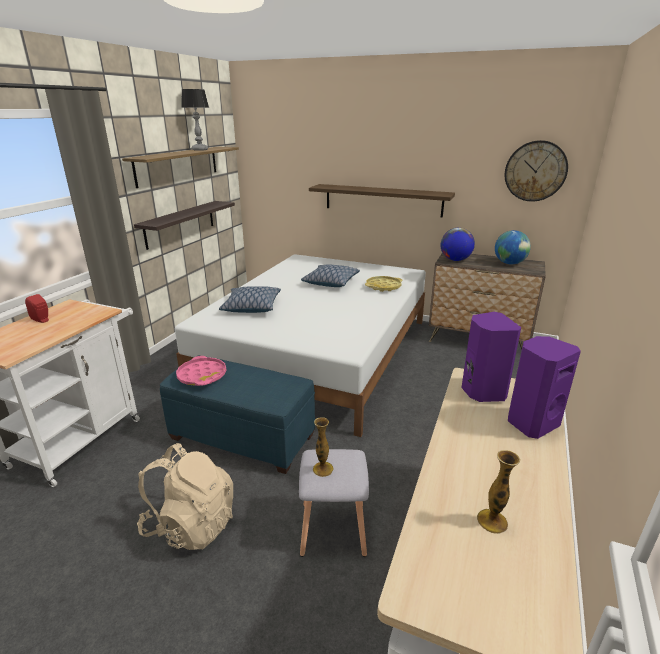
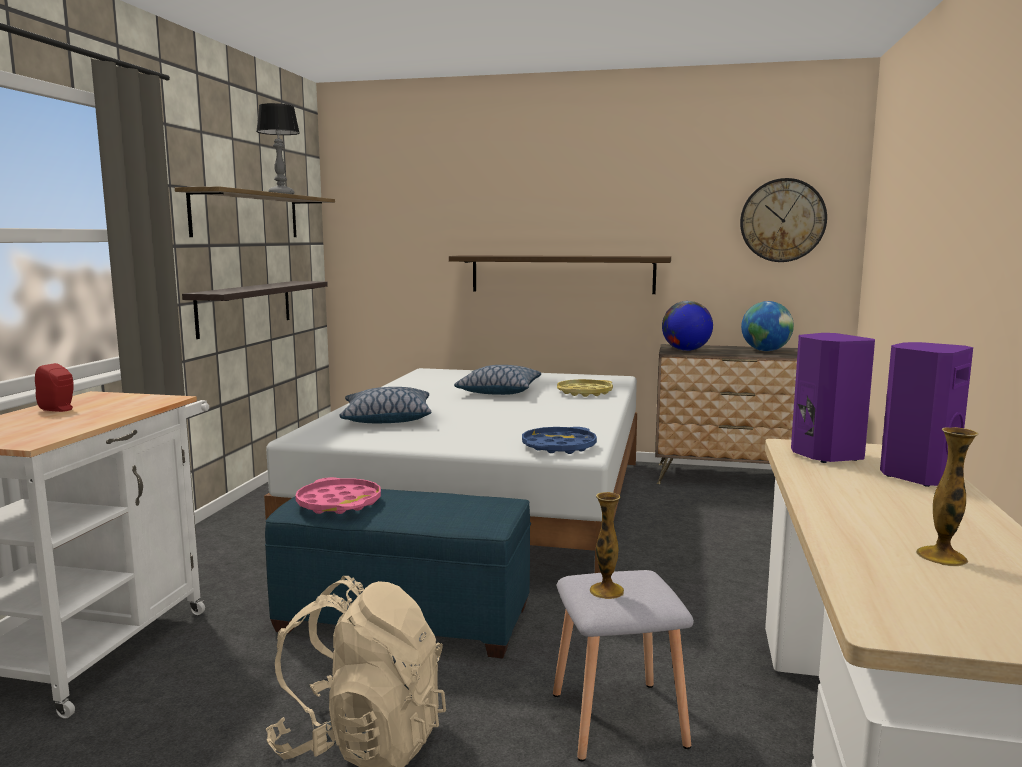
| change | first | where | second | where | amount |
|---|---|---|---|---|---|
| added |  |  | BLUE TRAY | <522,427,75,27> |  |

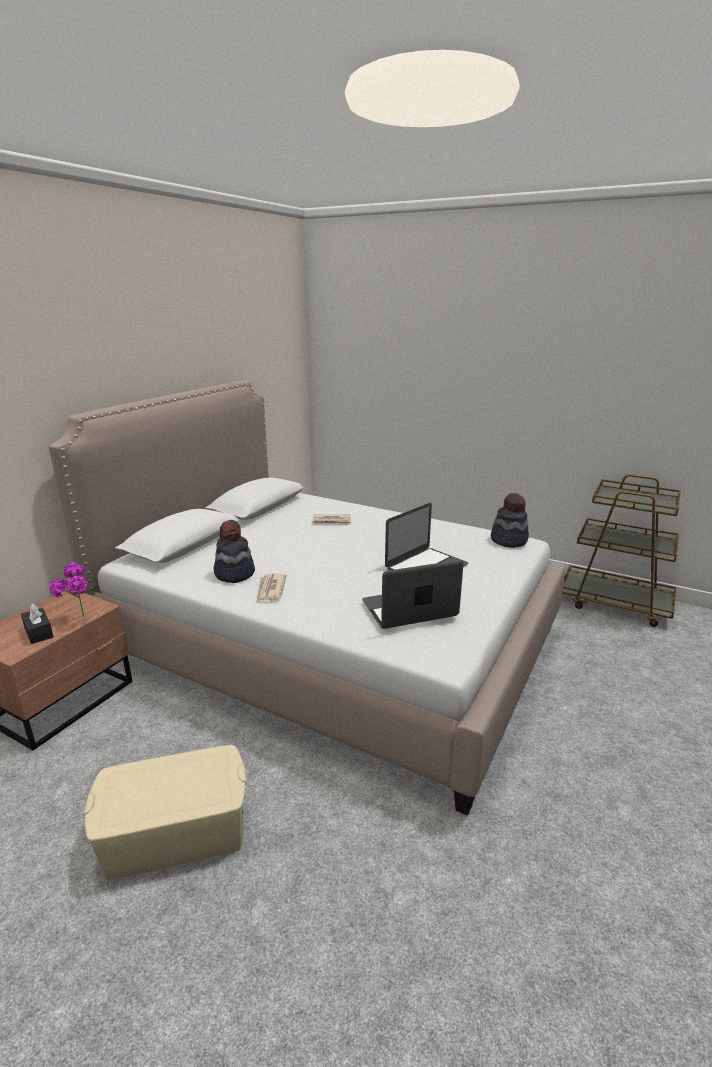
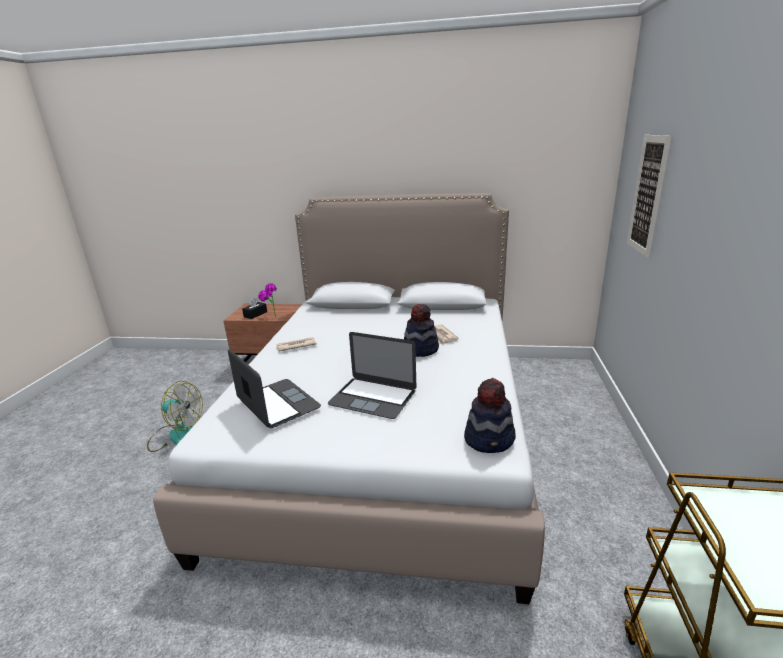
| change | first | where | second | where | amount |
|---|---|---|---|---|---|
| replaced | BEIGE STORAGE BOX | <84,745,163,135> | FAN | <147,381,56,71> |  |
| moved | HAT | <213,520,42,63> |  | <404,304,35,53> |  |
| added |  |  | PICTURE | <627,135,44,122> |  |

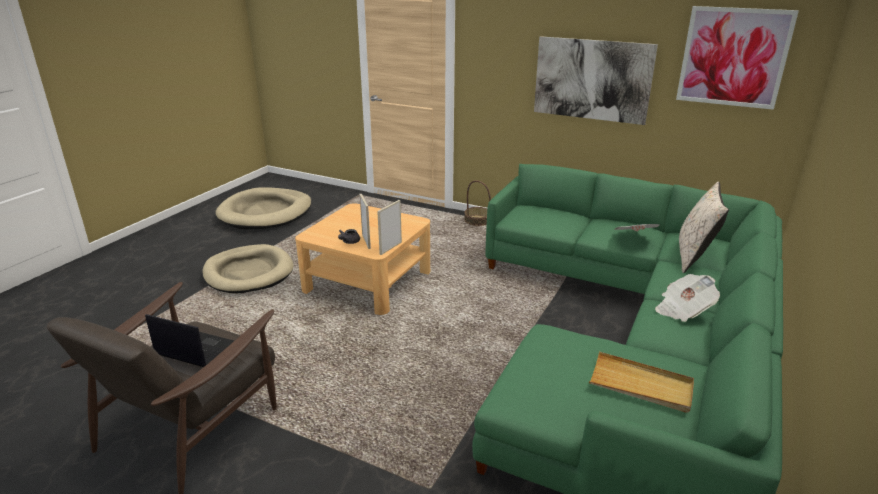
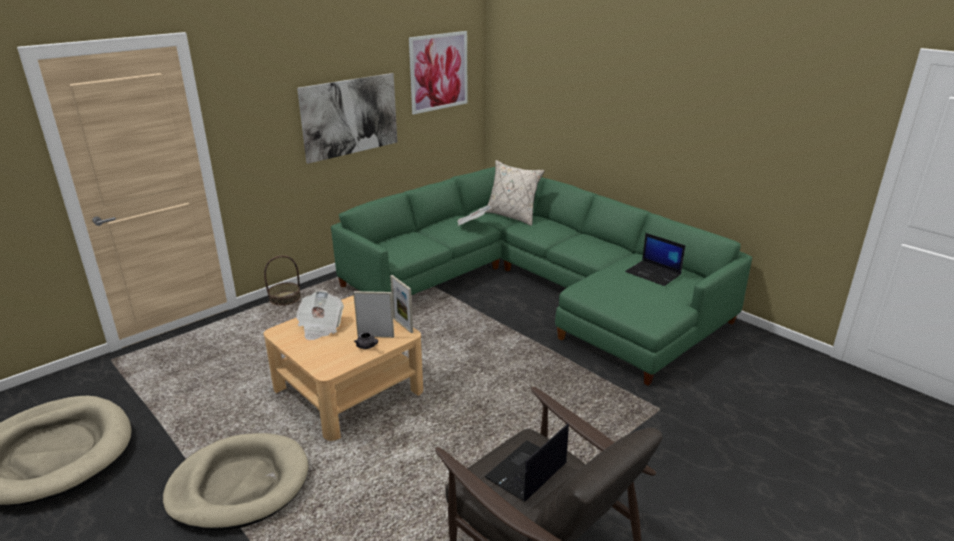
| change | first | where | second | where | amount |
|---|---|---|---|---|---|
| replaced | BEIGE TRAY | <589,352,105,61> | LAPTOP | <625,233,60,53> |  |
| moved | NEWSPAPER | <655,274,65,48> |  | <296,290,48,50> |  |

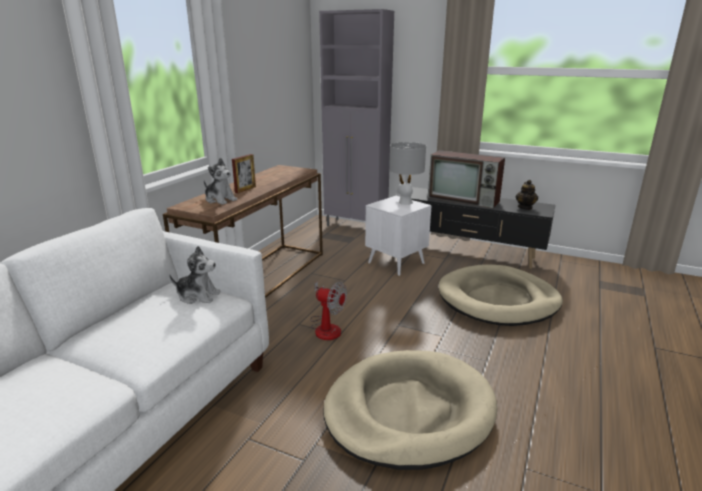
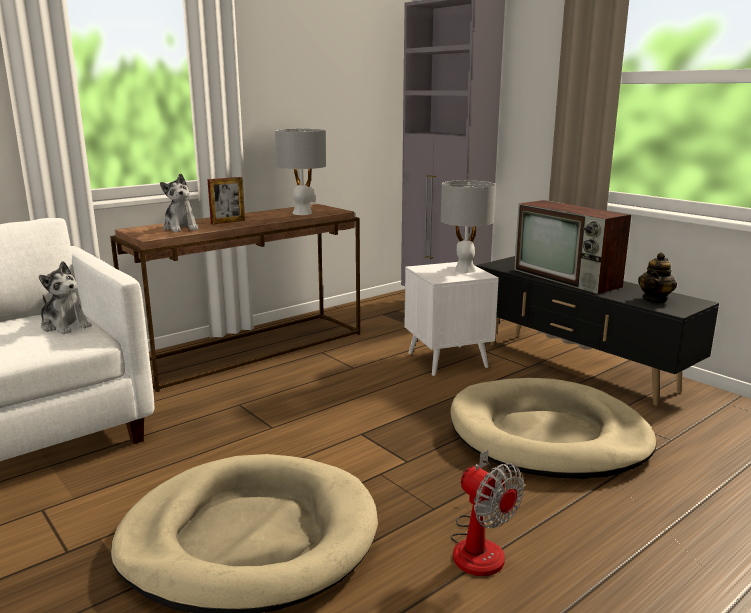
| change | first | where | second | where | amount |
|---|---|---|---|---|---|
| moved | FAN | <310,281,37,59> |  | <451,450,73,126> |  |
| added |  |  | GREY TABLE LAMP | <275,129,51,86> |  |

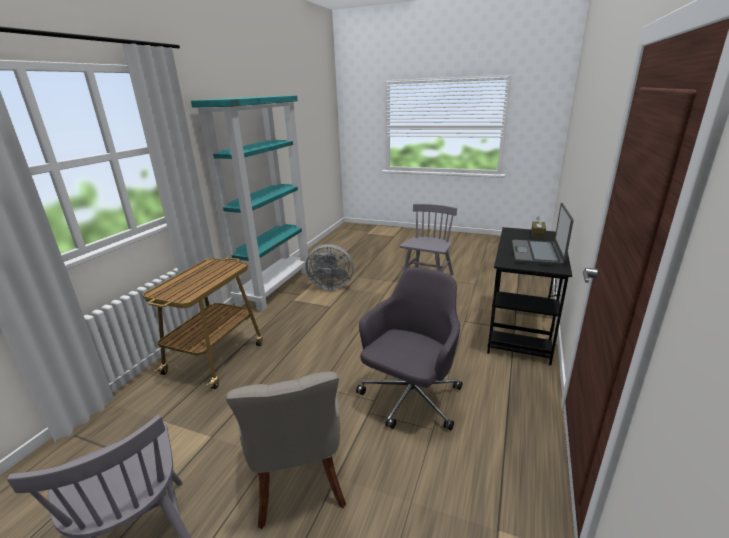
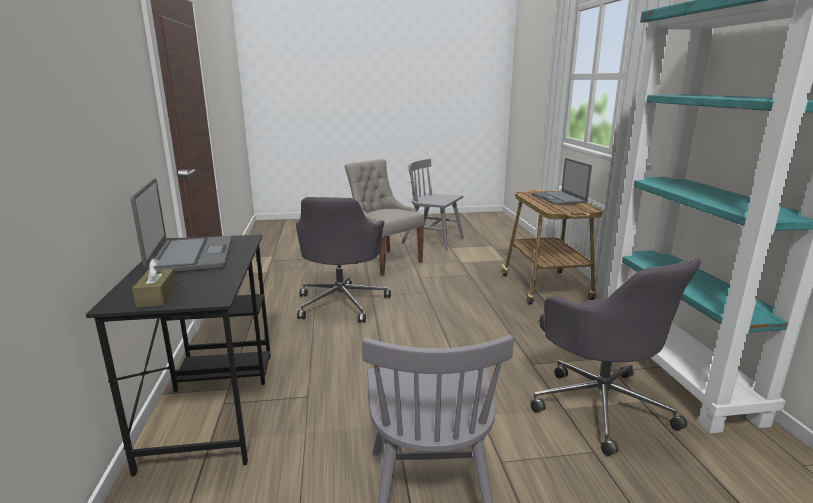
| change | first | where | second | where | amount |
|---|---|---|---|---|---|
| replaced | GREY FAN | <305,244,49,46> | GREY OFFICE CHAIR | <531,258,170,198> |  |
| added |  |  | LAPTOP | <532,158,60,47> |  |

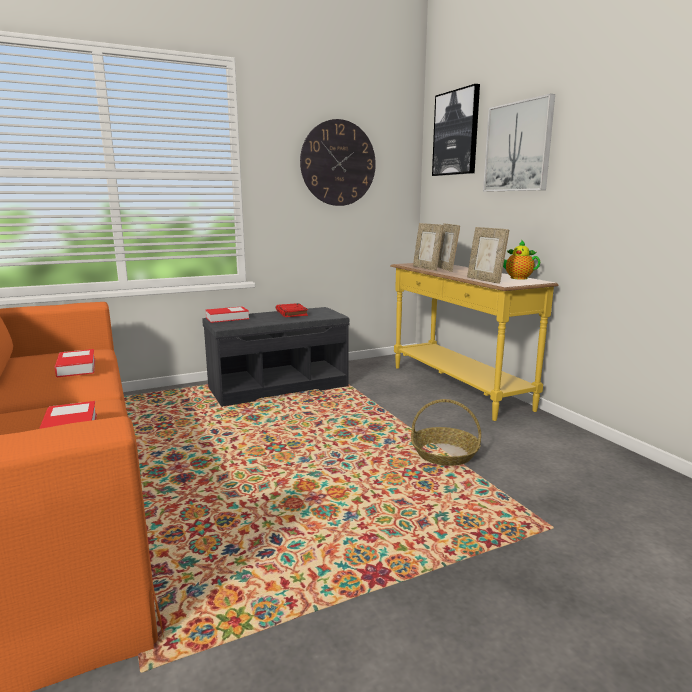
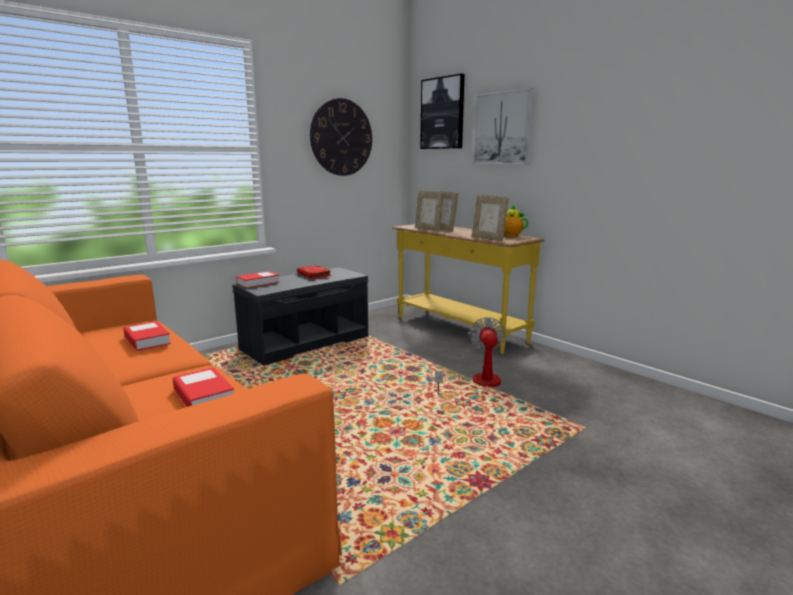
| change | first | where | second | where | amount |
|---|---|---|---|---|---|
| replaced | BASKET | <411,399,70,67> | FAN | <435,317,70,78> |  |

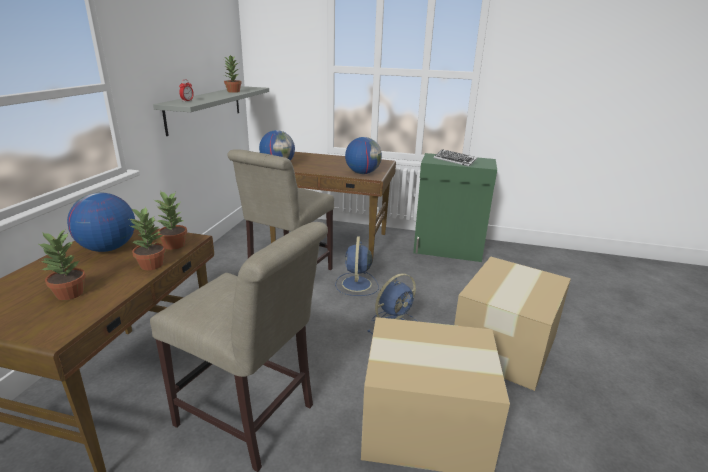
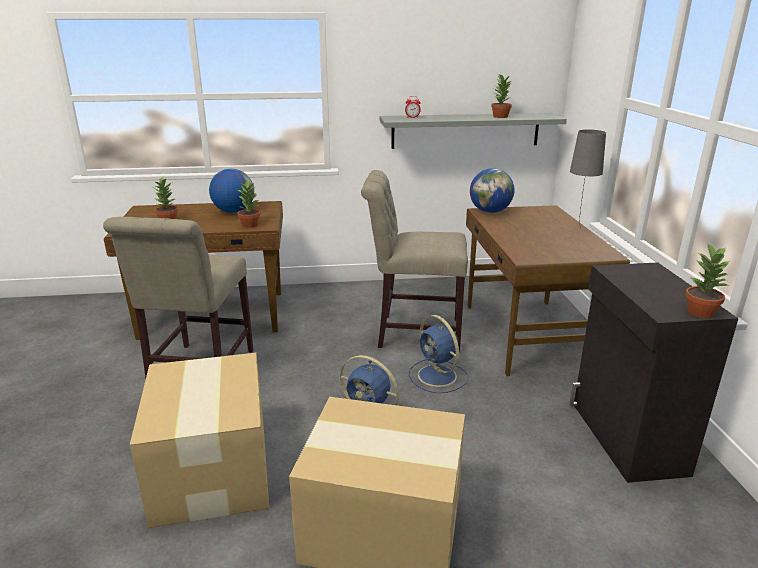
| change | first | where | second | where | amount |
|---|---|---|---|---|---|
| moved | POTTED PLANT | <129,206,37,64> |  | <685,244,46,74> |  |
| turned | BLUE FAN | <335,236,44,60> |  | <409,315,60,78> | 105 degrees counterclockwise |
| removed | GLOBE | <345,137,37,37> |  |  |  |
| recoloured | GREEN CABINET | <413,153,84,109> | BLACK CABINET | <569,263,169,220> |  |
| removed | KEYBOARD | <434,149,43,17> |  |  |  |
| added |  |  | GREY TABLE LAMP | <570,130,36,98> |  |

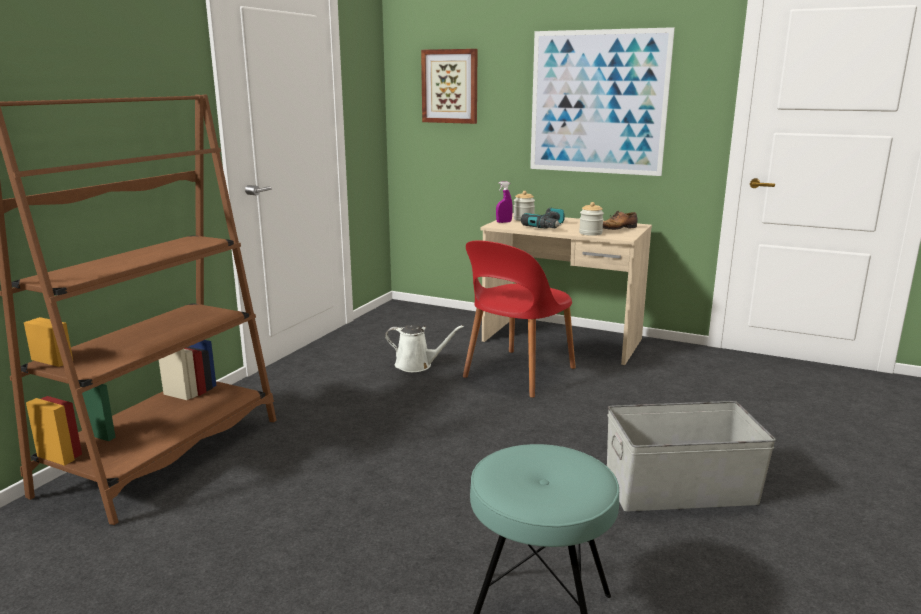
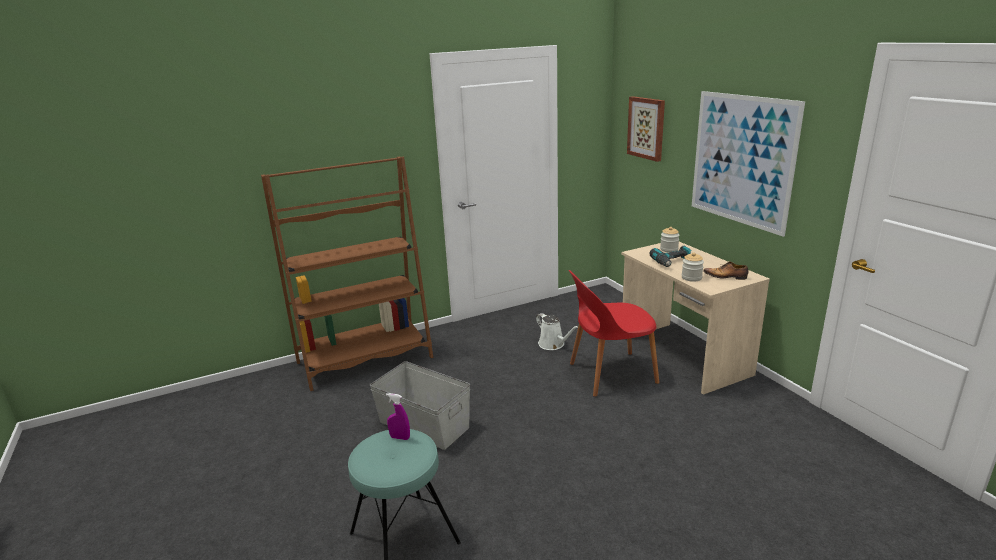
| change | first | where | second | where | amount |
|---|---|---|---|---|---|
| moved | PURPLE SPRAY BOTTLE | <496,181,17,42> |  | <386,393,24,47> |  |
| moved | GREY STORAGE BOX | <607,401,169,110> |  | <370,361,100,89> |  |

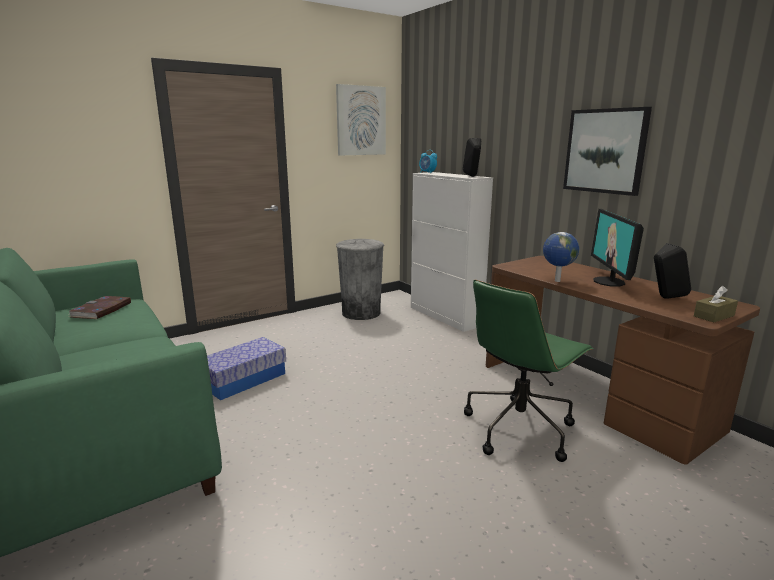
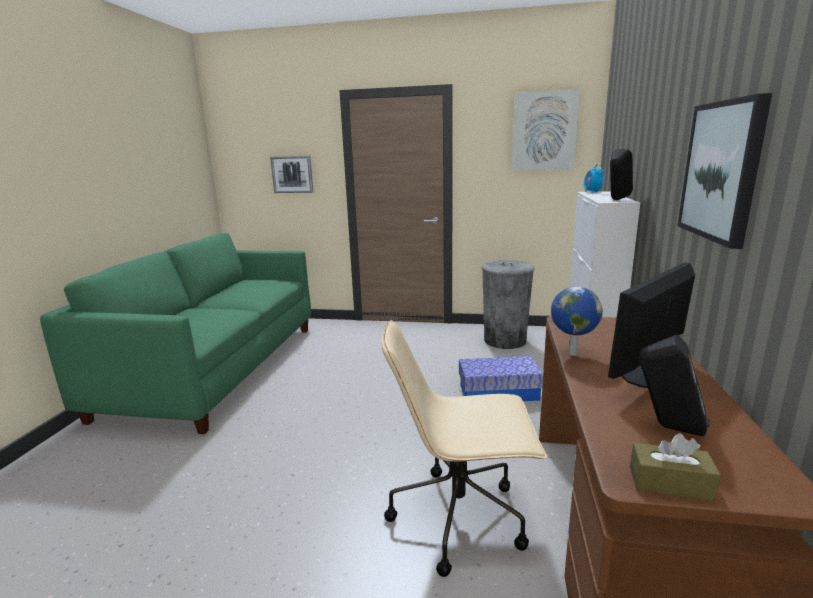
| change | first | where | second | where | amount |
|---|---|---|---|---|---|
| removed | BOOK | <69,296,62,23> |  |  |  |
| moved | STORAGE BOX | <207,337,79,63> |  | <459,356,84,45> |  |
| recoloured | GREEN OFFICE CHAIR | <464,280,130,182> | BEIGE OFFICE CHAIR | <381,320,166,257> |  |
| added |  |  | PICTURE | <270,156,43,37> |  |

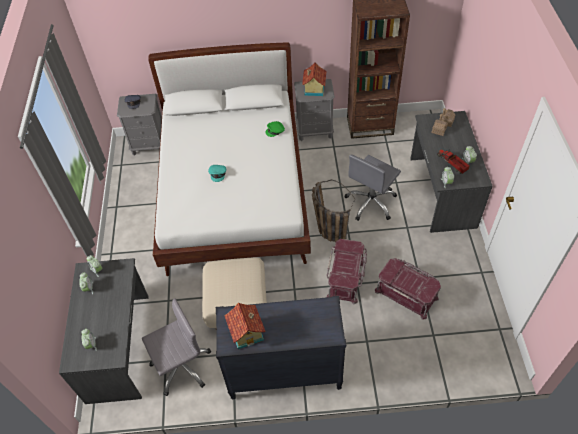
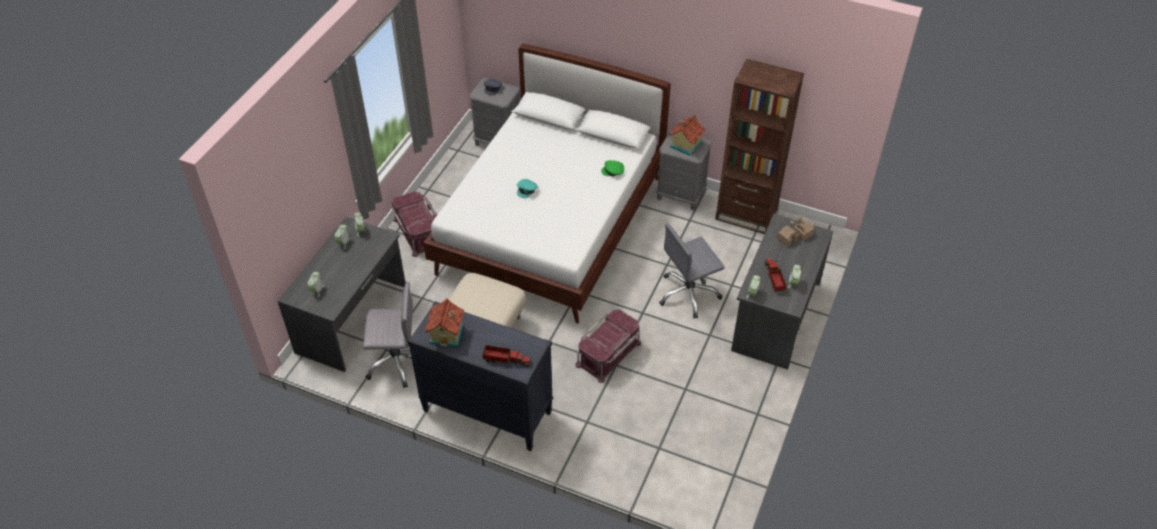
| change | first | where | second | where | amount |
|---|---|---|---|---|---|
| removed | BASKET | <312,179,43,63> |  |  |  |
| moved | RED STORAGE BOX | <375,258,66,62> |  | <392,191,45,66> |  |
| added |  |  | TOY TRUCK | <483,345,48,22> |  |

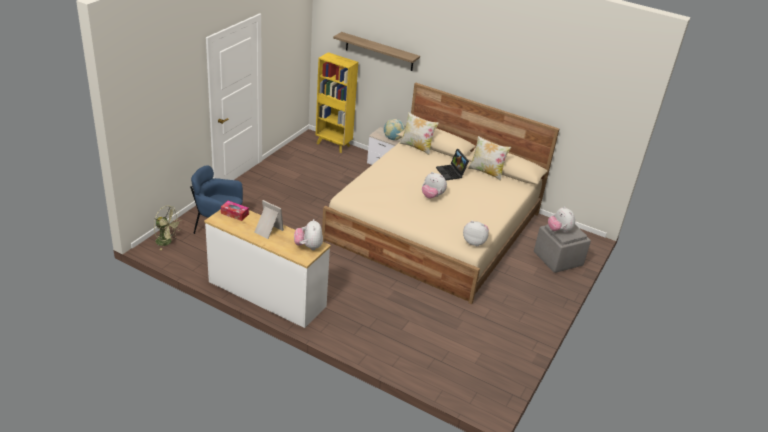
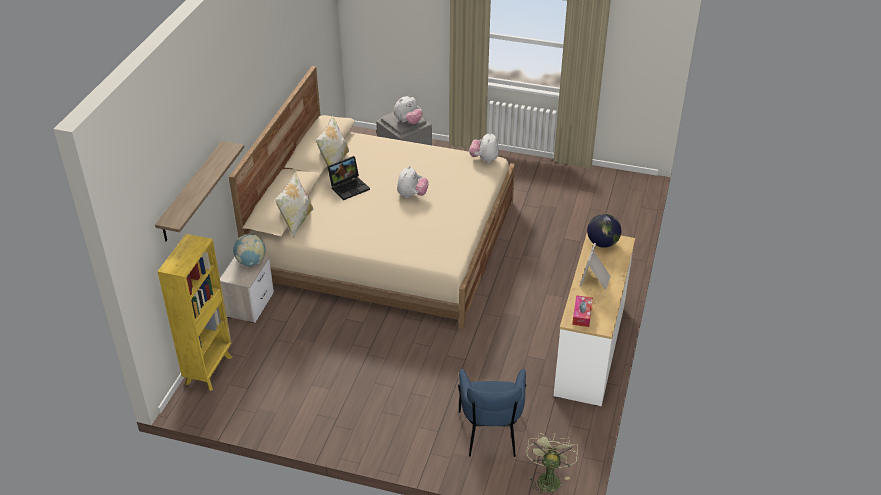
| change | first | where | second | where | amount |
|---|---|---|---|---|---|
| replaced | PLUSH TOY | <294,219,29,31> | GLOBE | <587,214,34,34> |  |

